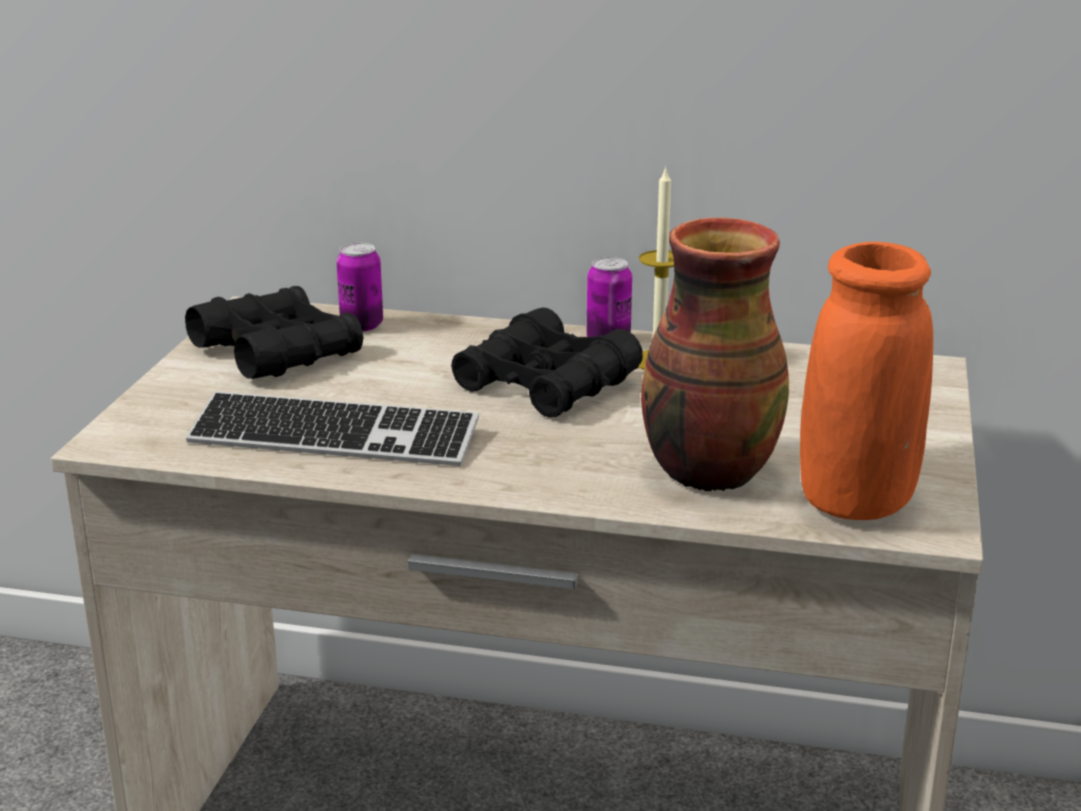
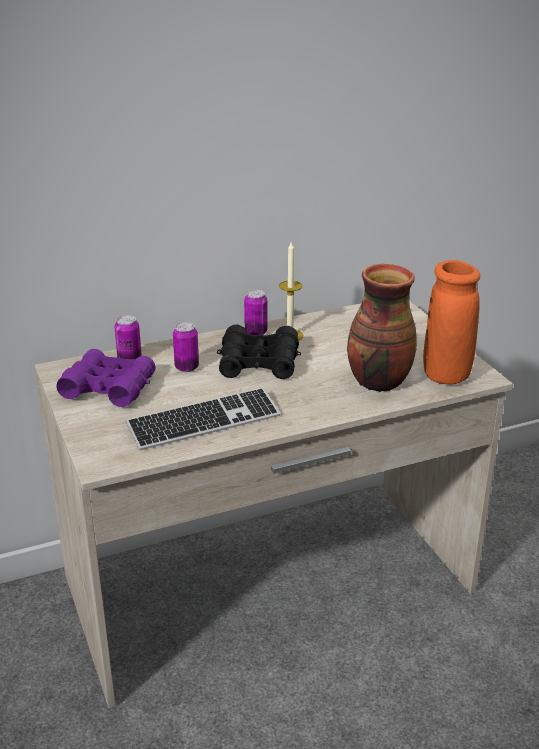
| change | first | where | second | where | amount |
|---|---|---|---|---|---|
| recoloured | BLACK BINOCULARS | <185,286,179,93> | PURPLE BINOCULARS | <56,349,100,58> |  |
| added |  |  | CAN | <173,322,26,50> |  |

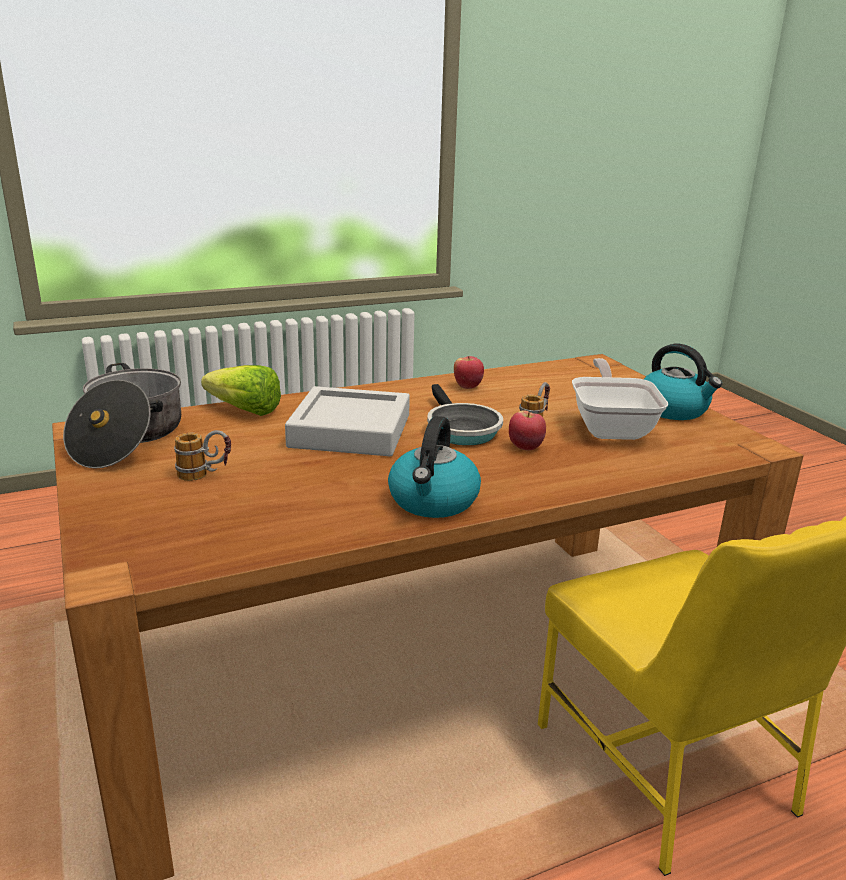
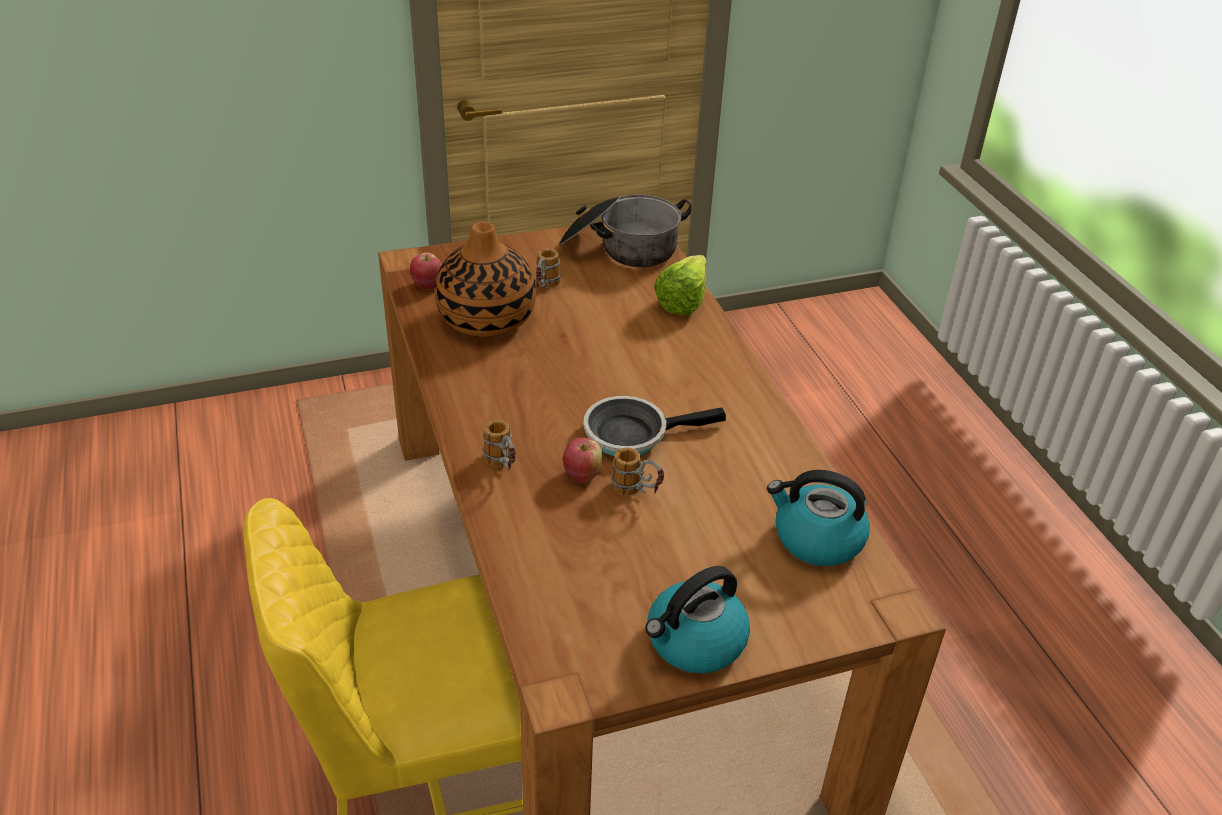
| change | first | where | second | where | amount |
|---|---|---|---|---|---|
| removed | GREY TRAY | <285,386,125,70> |  |  |  |
| moved | KETTLE | <388,416,93,102> |  | <767,470,103,96> |  |
| moved | APPLE | <454,356,30,33> |  | <410,253,32,37> |  |
| removed | FRYING PAN | <572,358,96,82> |  |  |  |
| added |  |  | VASE | <435,222,101,115> |  |
| added |  |  | MUG | <483,420,33,51> |  |

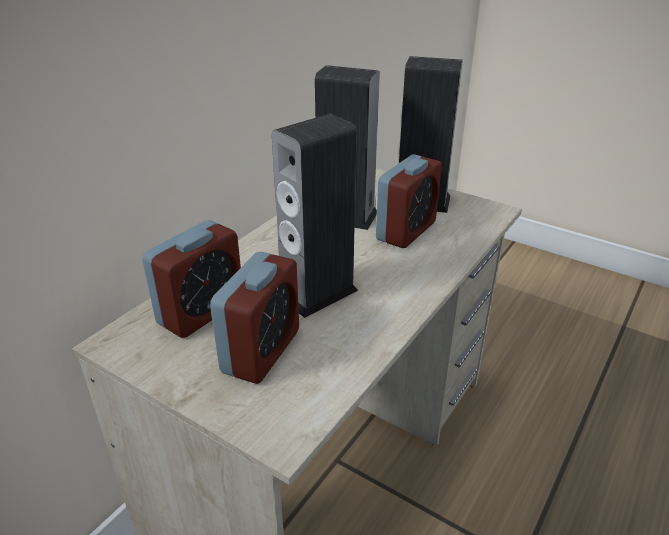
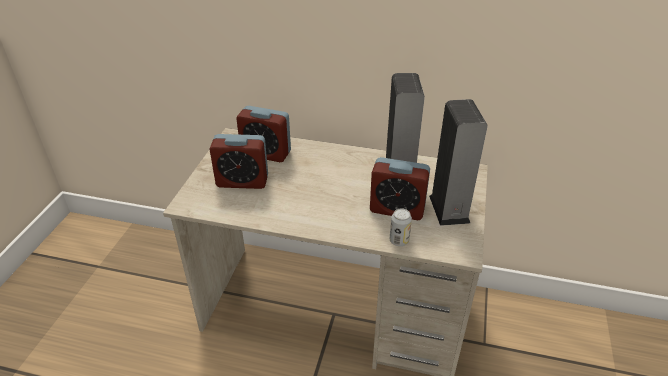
| change | first | where | second | where | amount |
|---|---|---|---|---|---|
| removed | SPEAKER | <272,114,86,204> |  |  |  |
| added |  |  | CAN | <390,208,22,38> |  |

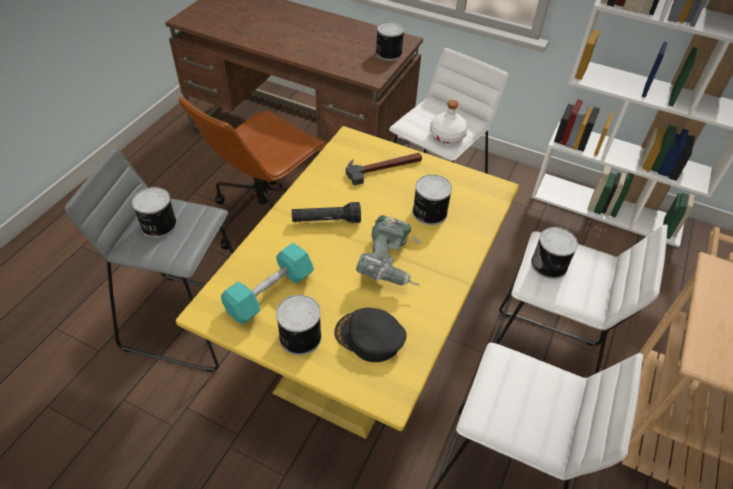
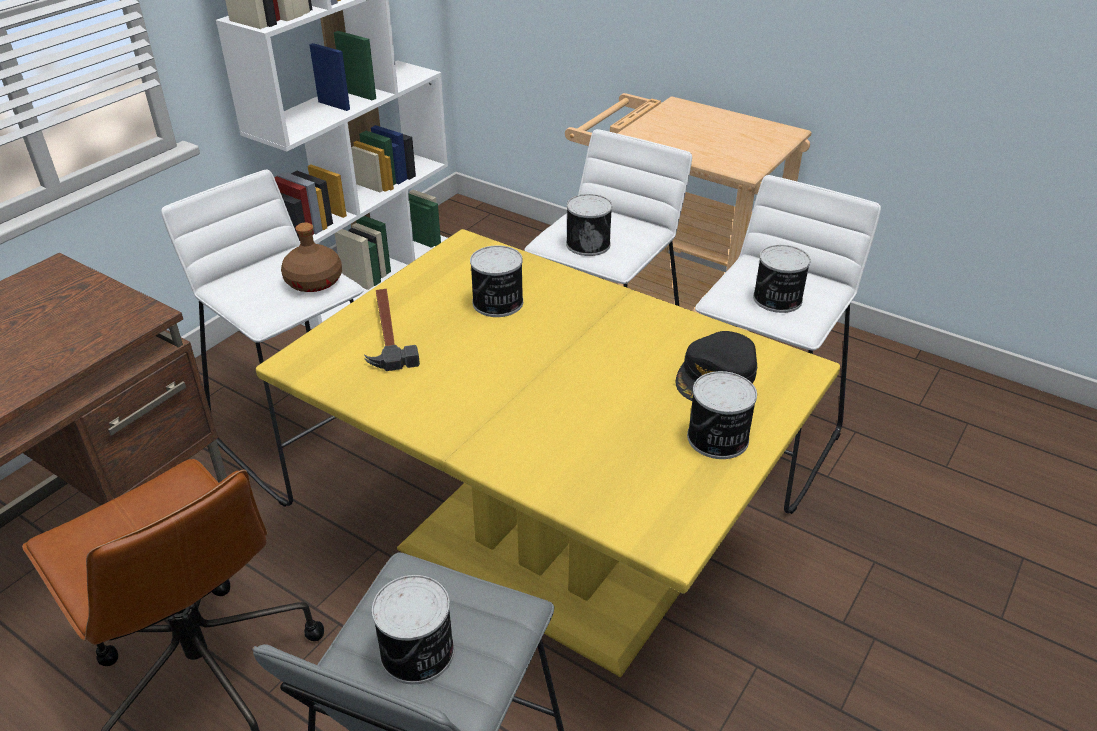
| change | first | where | second | where | amount |
|---|---|---|---|---|---|
| removed | TURQUOISE DUMBBELL | <221,243,93,81> |  |  |  |
| removed | BLACK FLASHLIGHT | <292,202,69,21> |  |  |  |
| removed | POWER DRILL | <356,215,64,70> |  |  |  |
| moved | CAN | <376,22,28,39> |  | <753,245,58,68> |  |
| recoloured | WHITE BOTTLE | <430,100,38,44> | BROWN BOTTLE | <281,222,61,70> |  |

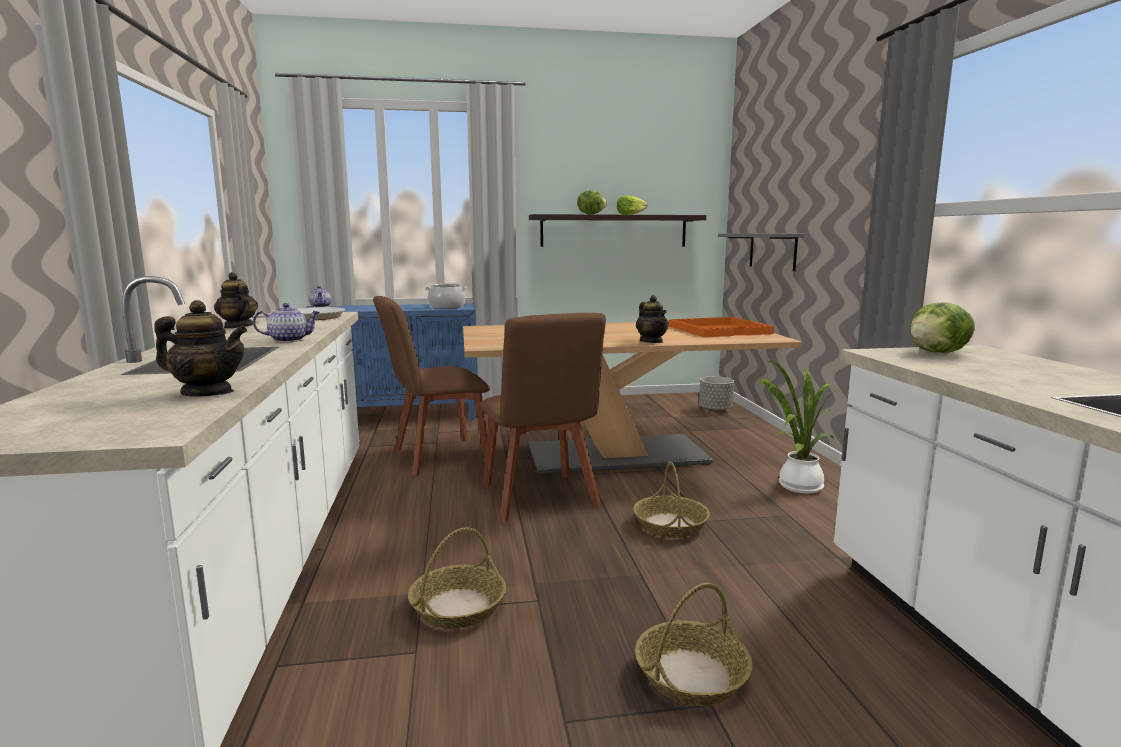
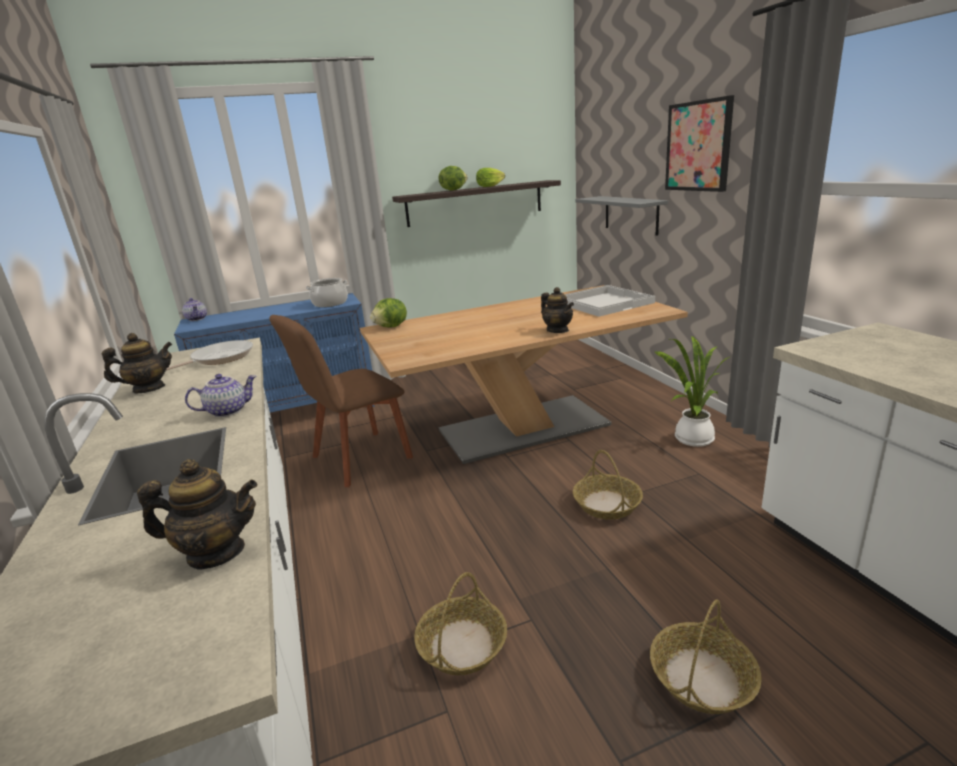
| change | first | where | second | where | amount |
|---|---|---|---|---|---|
| turned | TEAPOT | <214,272,44,56> |  | <102,333,70,60> | 120 degrees clockwise |
| removed | BROWN CHAIR | <479,313,127,210> |  |  |  |
| recoloured | ORANGE TRAY | <669,317,105,20> | WHITE TRAY | <564,285,91,32> |  |
| removed | GREY PLANTER | <699,376,35,36> |  |  |  |
| moved | LETTUCE | <910,302,65,51> |  | <370,298,37,30> |  |
| added |  |  | PICTURE | <665,95,69,97> |  |

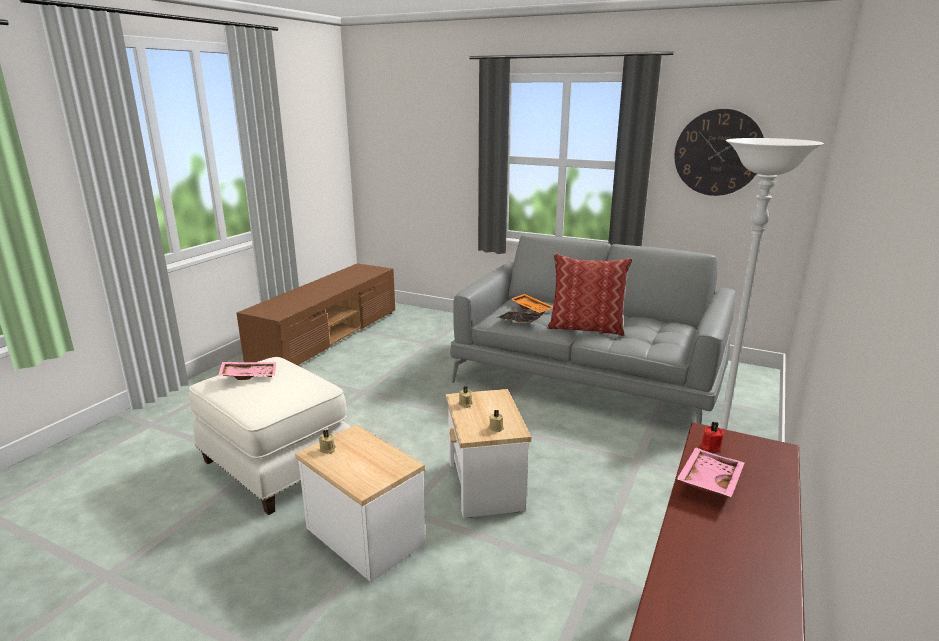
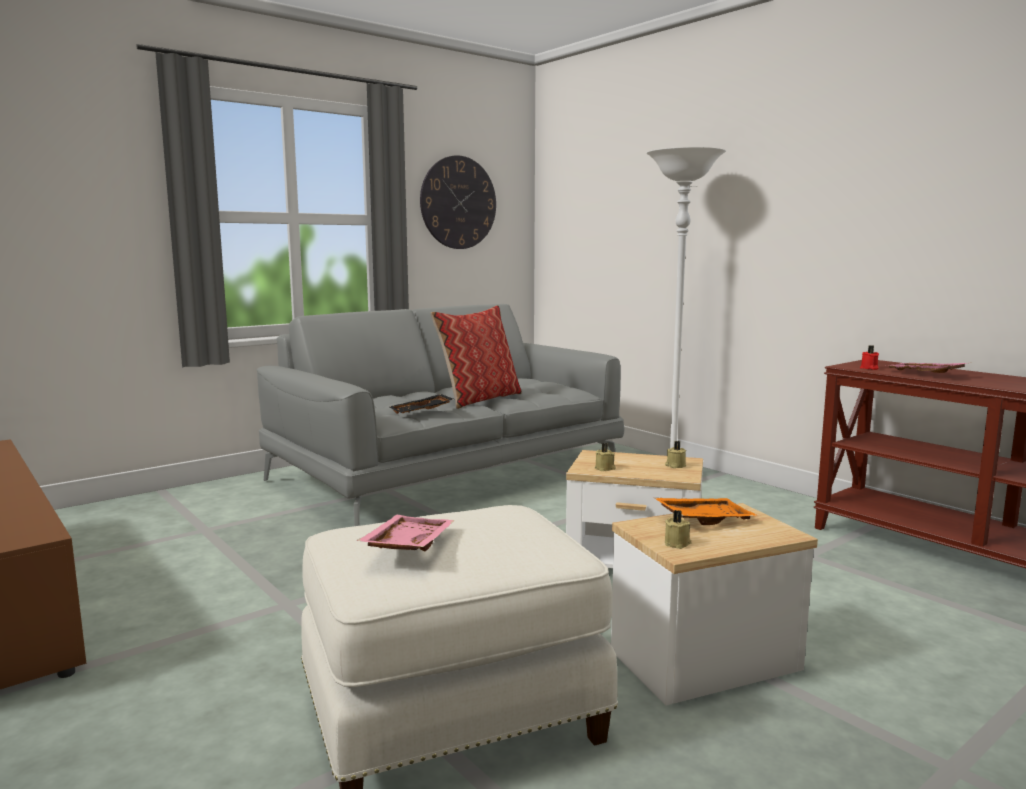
| change | first | where | second | where | amount |
|---|---|---|---|---|---|
| moved | ORANGE TRAY | <511,294,42,20> |  | <655,498,103,27> |  |

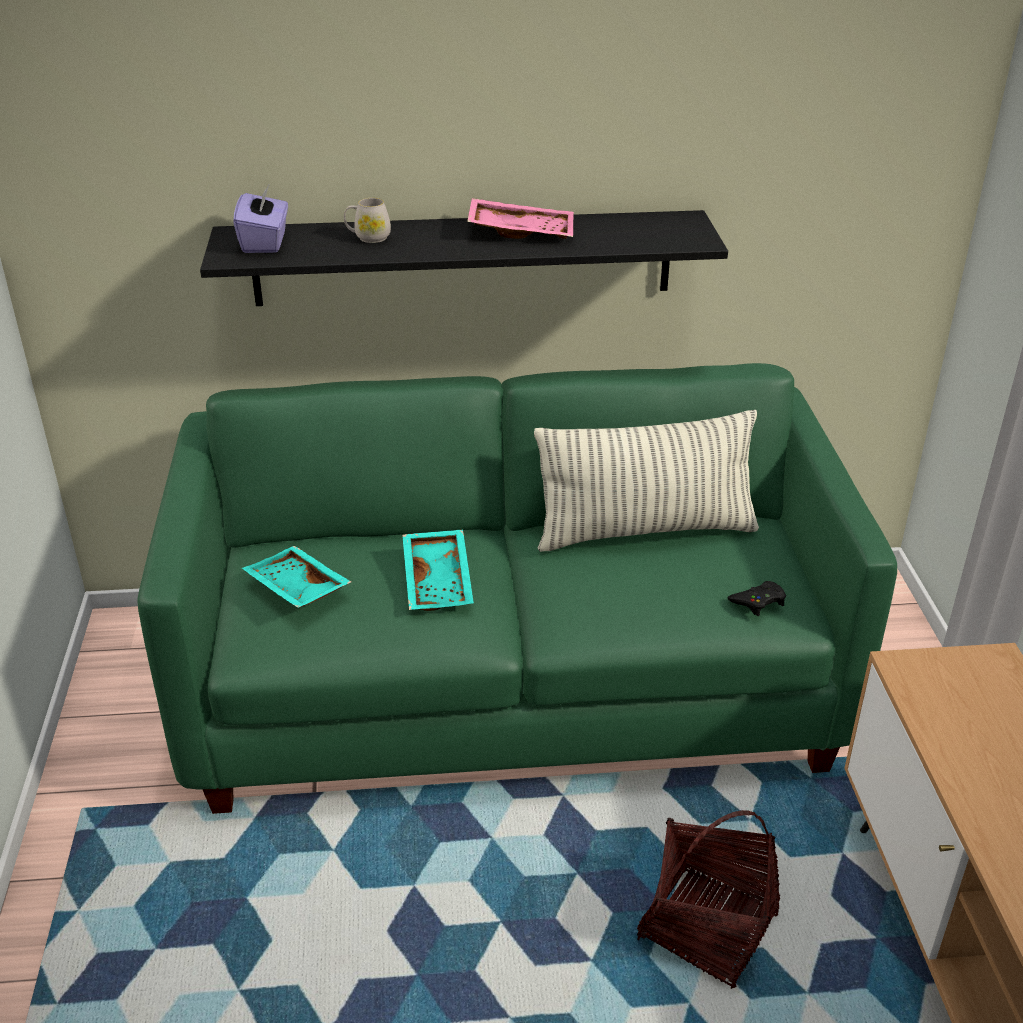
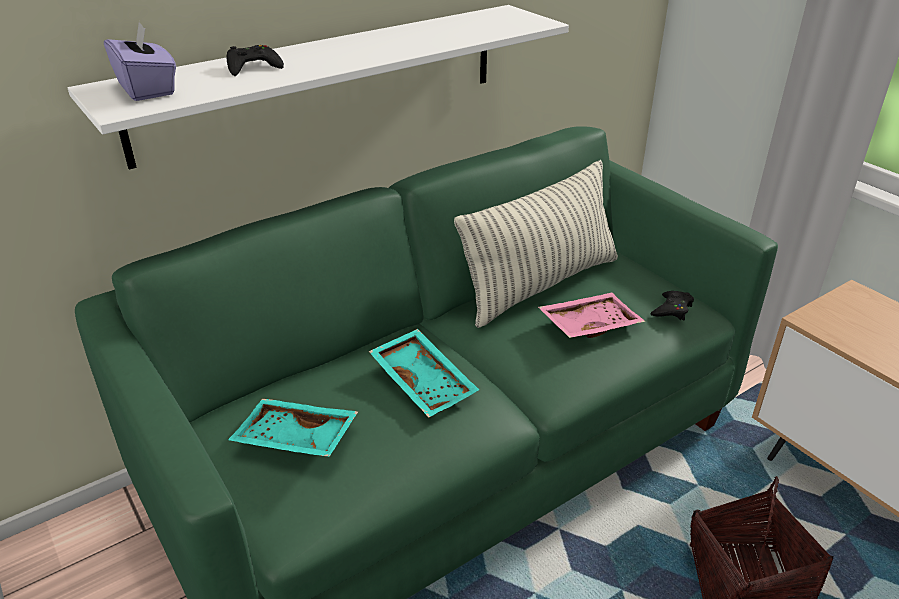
| change | first | where | second | where | amount |
|---|---|---|---|---|---|
| recoloured | BLACK SHELF | <200,210,528,96> | WHITE SHELF | <68,5,501,165> |  |
| replaced | WHITE MUG | <344,198,47,45> | BLACK GAME CONTROLLER | <227,45,57,31> |  |
| moved | PINK TRAY | <467,198,107,41> |  | <538,292,108,46> |  |

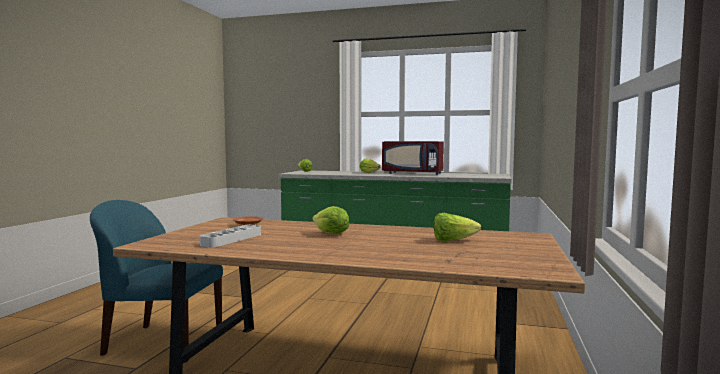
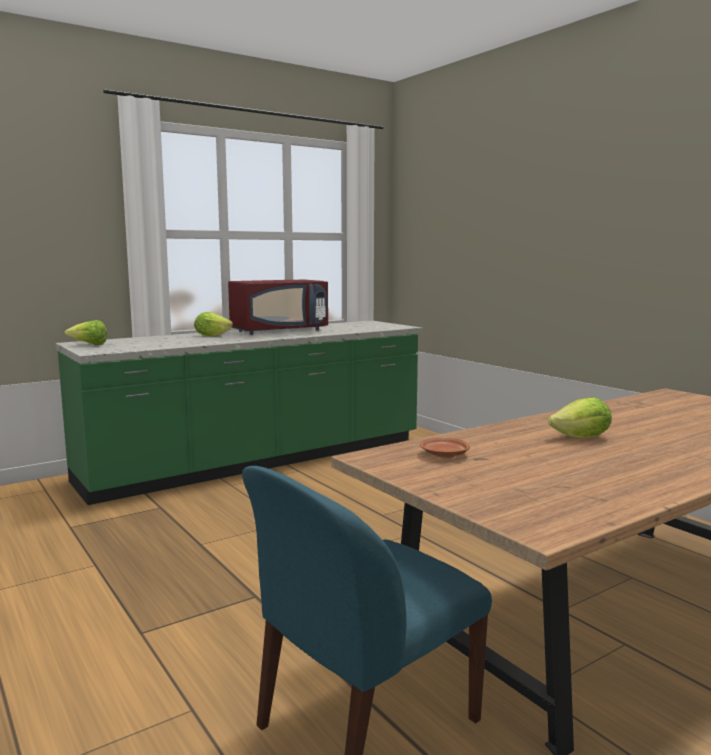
| change | first | where | second | where | amount |
|---|---|---|---|---|---|
| removed | GREY TRAY | <200,224,61,24> |  |  |  |
| removed | LETTUCE | <434,213,47,28> |  |  |  |

